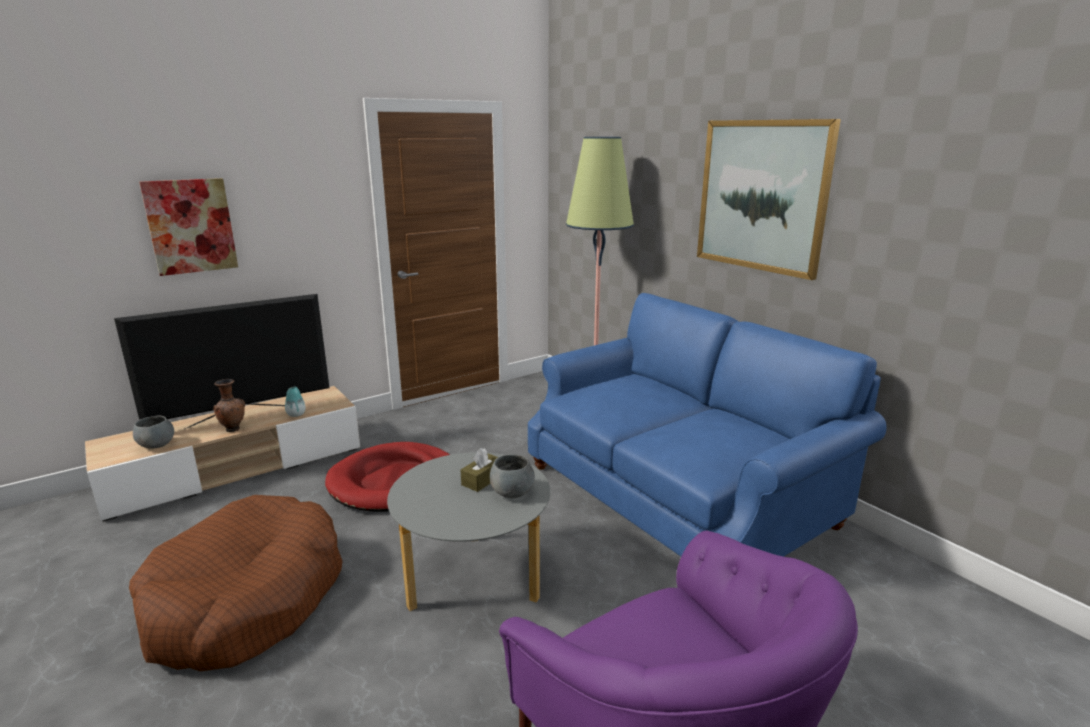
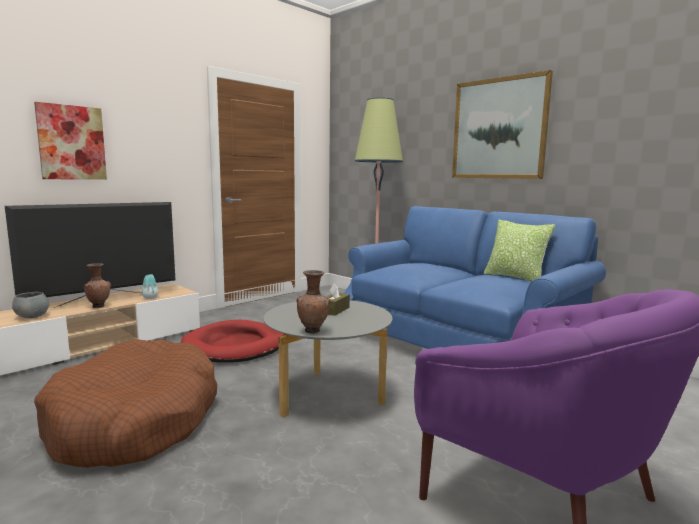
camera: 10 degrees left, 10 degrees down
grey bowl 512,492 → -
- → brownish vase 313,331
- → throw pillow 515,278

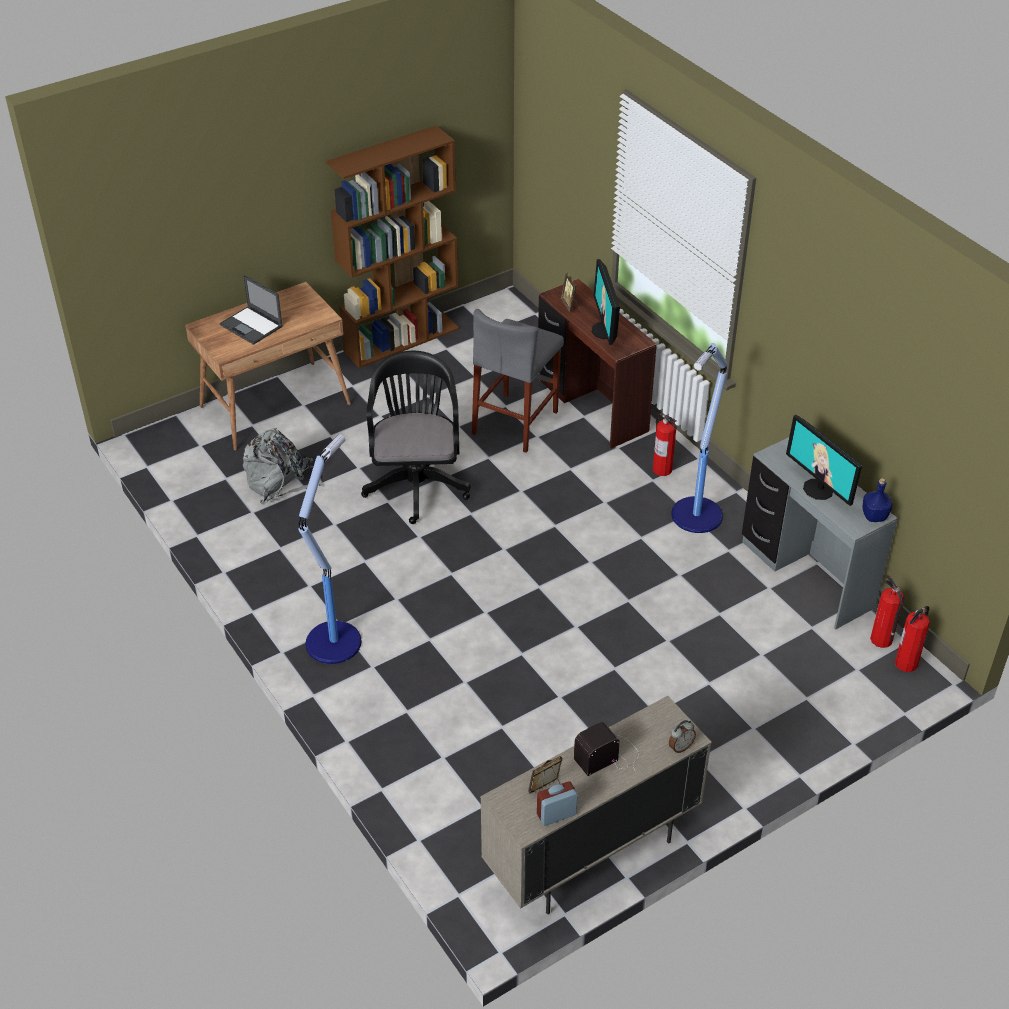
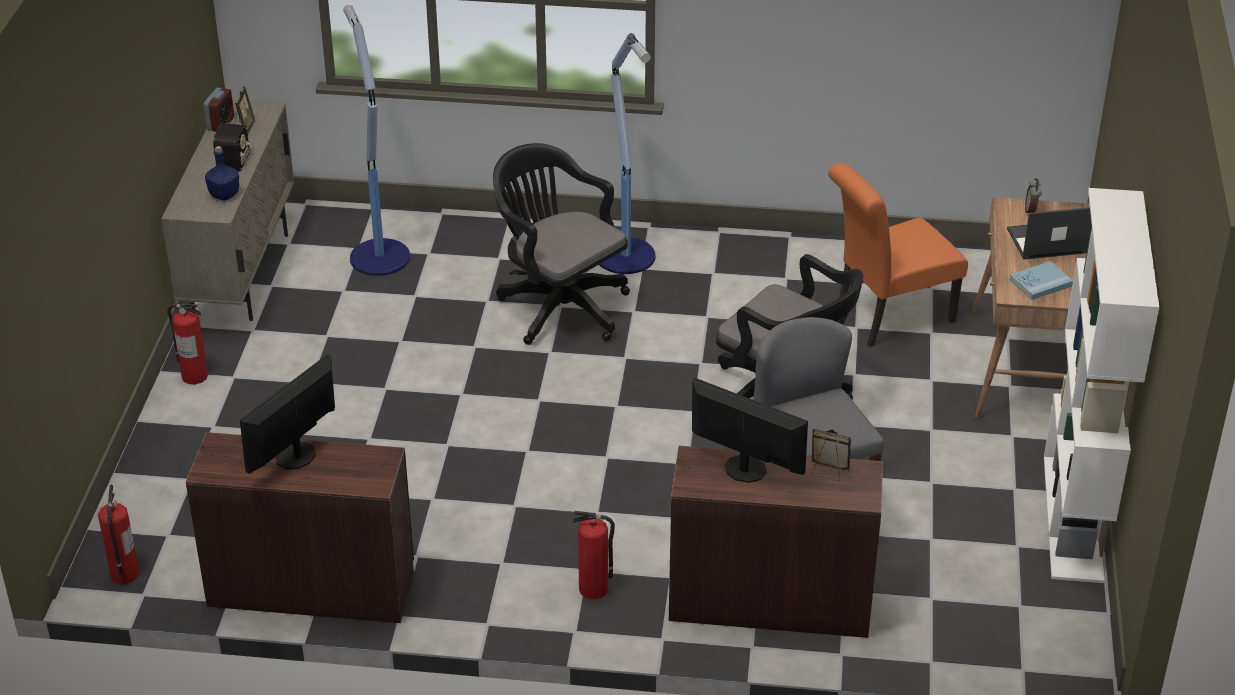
camera: 130 degrees right, 5 degrees down
grey rucksack 280,481 → orangey upright chair 887,317
brownish bookcase 402,339 → whitish bookcase 1074,518
alarm clock 680,747 → alarm clock 1031,211, shifted
standing lamp 696,516 → standing lamp 379,256, shifted
grey desk 805,575 → brownish desk 311,588
computer screen 818,489 → computer screen 296,456, 60 degrees counterclockwise
blue beverage bottle 874,516 → blue beverage bottle 225,195, shifted
fire-fighting cylinder 881,640 → fire-fighting cylinder 194,376, shifted
- → blackish desk chair 559,306
- → blue bound book 1040,283

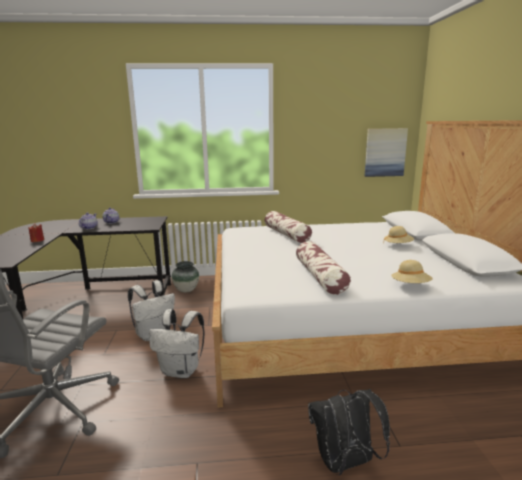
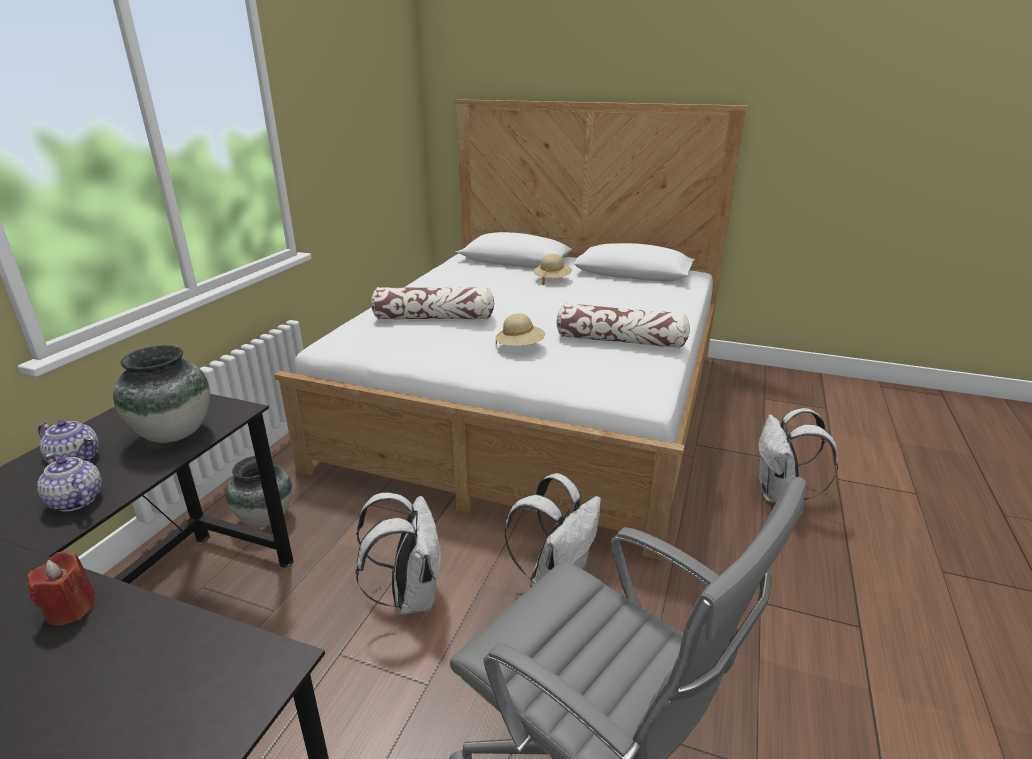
camera: 65 degrees left, 10 degrees up
blackish rucksack 345,463 → whitish rucksack 780,495
wall picture 385,152 → -
beige-coloured wearable hat 410,285 → beige-coloured wearable hat 520,347, shifted
- → vase 175,434

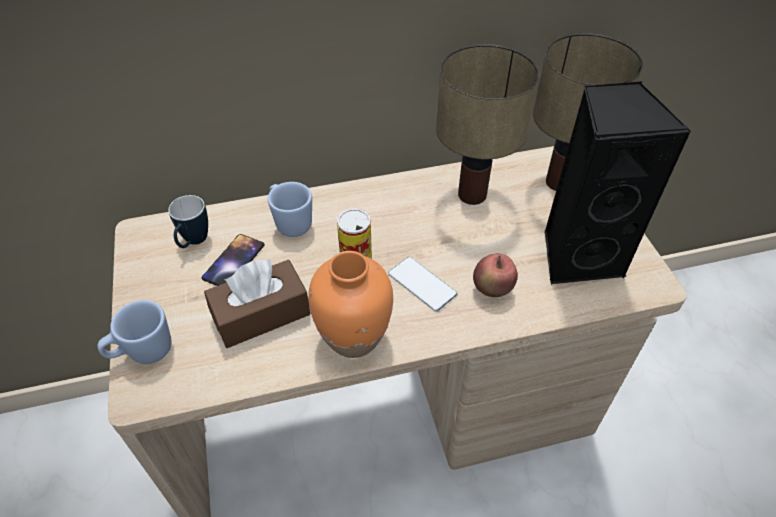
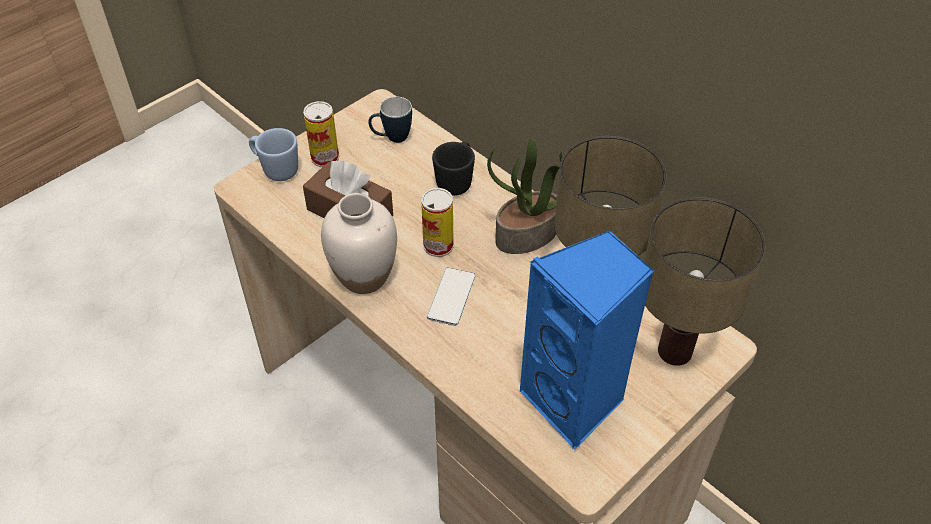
camera: 60 degrees right, 0 degrees up
telephone 233,261 → -
blue mug 290,222 → blackish mug 456,181
orangey vase 353,338 → whitish vase 363,277
apple fruit 492,290 → -
blackish loudspeaker 578,256 → blue loudspeaker 575,402
- → metal can 325,157
- → plant in a pot 527,235

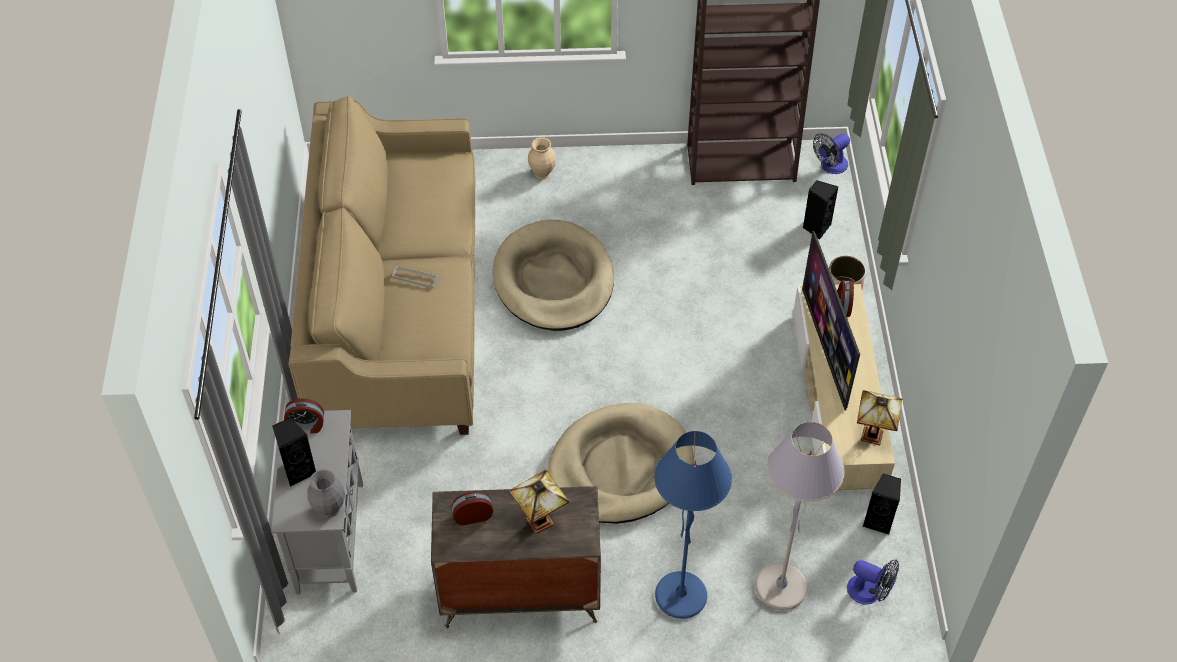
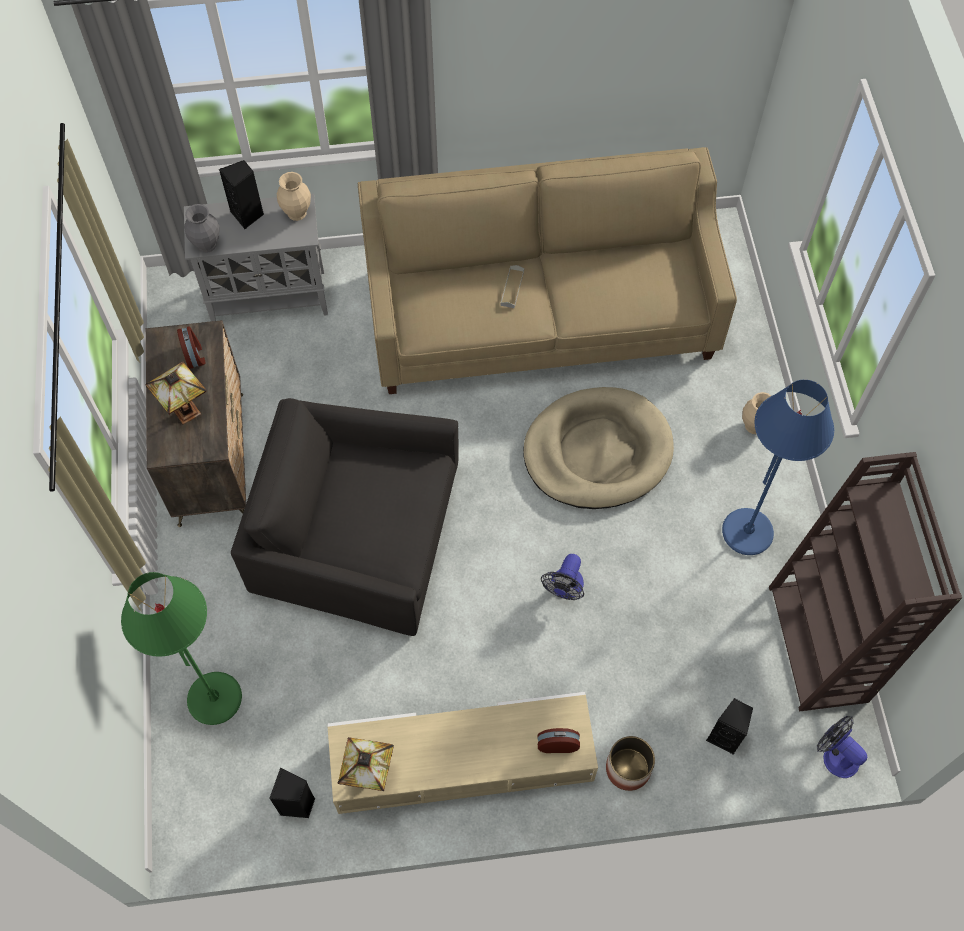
camera: 85 degrees right, 10 degrees up
alarm clock 306,426 → beige-coloured vase 297,213
beige-coloured dog bed 620,467 → blackish lounge chair 356,535
blue standing lamp 681,596 → blue standing lamp 747,532, shifted
grey standing lamp 781,587 → greenish standing lamp 215,699
television 826,348 → -
electric fan 870,592 → electric fan 565,589, shifted

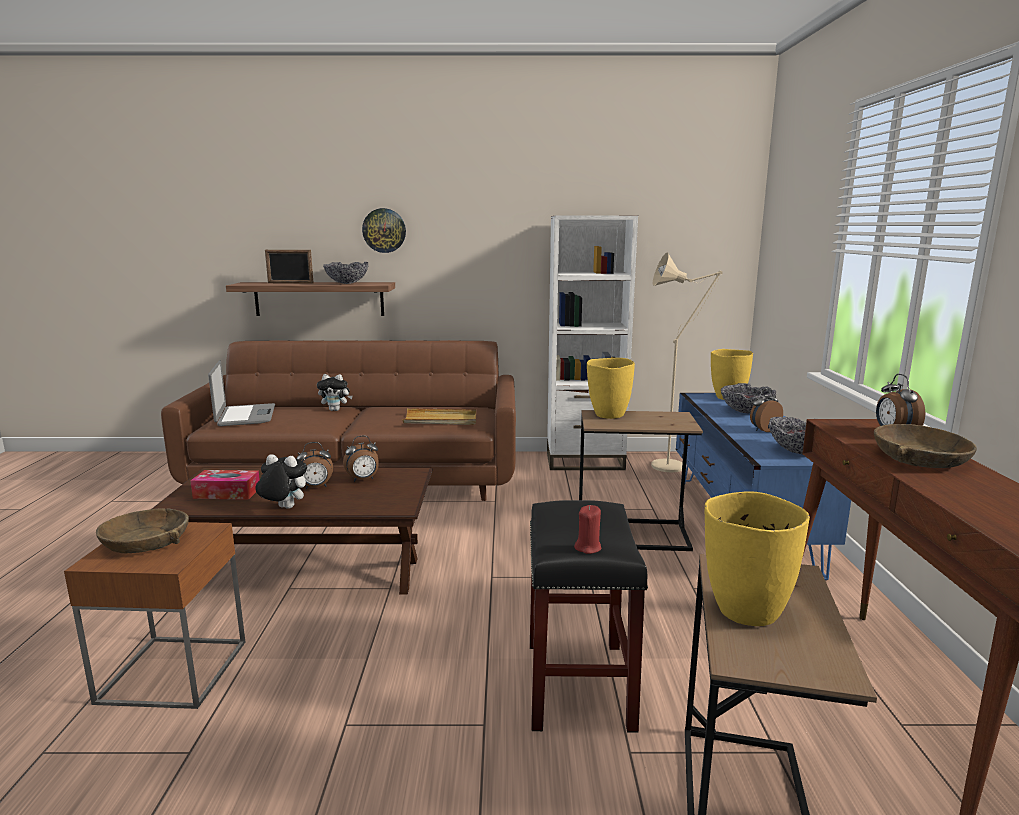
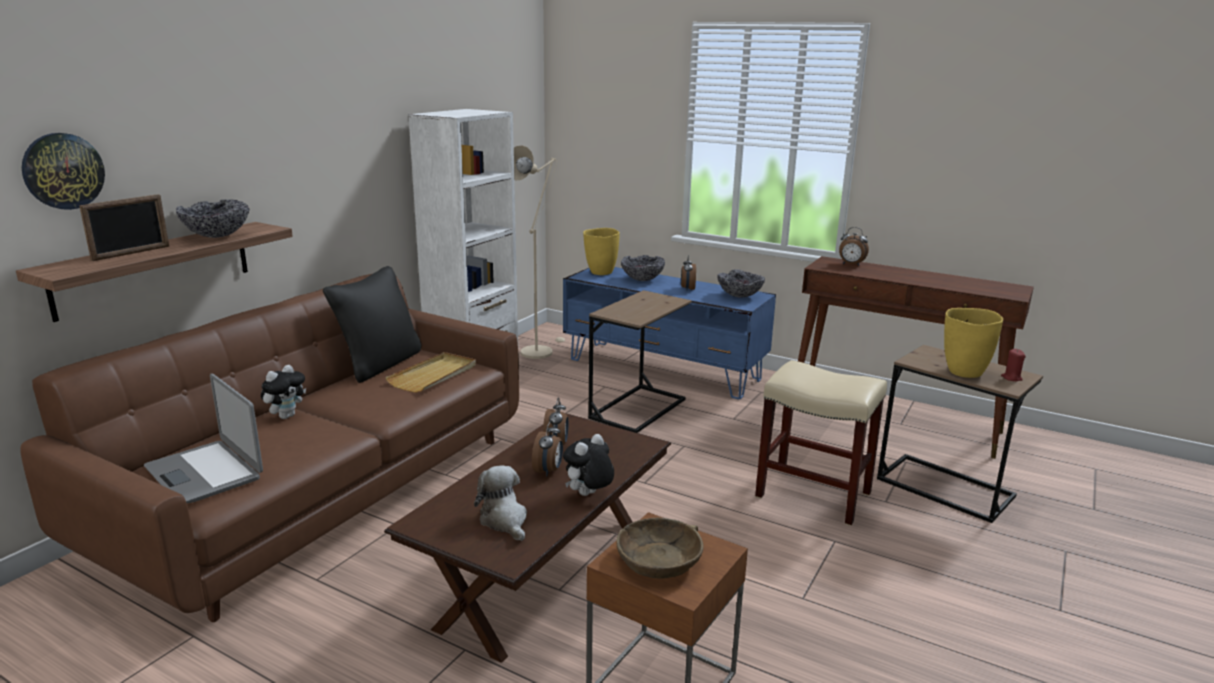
camera: 60 degrees left, 5 degrees up
tissue box 227,493 → soft toy 505,520
laptop 245,416 → laptop 205,472, 150 degrees counterclockwise
clock on the wall 384,230 → clock on the wall 63,171, shifted
blackish stool 580,685 → beige-coloured stool 814,495
red-coloured wax light 588,547 → red-coloured wax light 1011,378, shifted
yellow-coloured vase 608,415 → -
brownish bowl 920,459 → -
- → blackish throw pillow 379,364

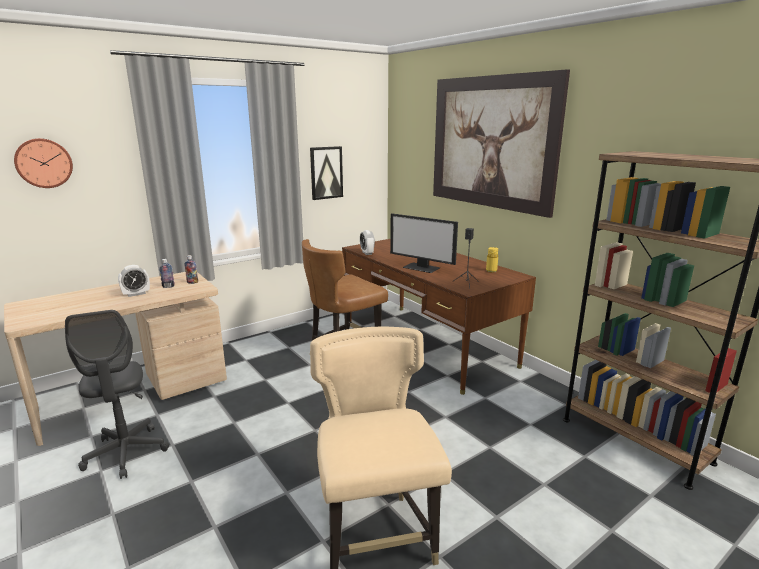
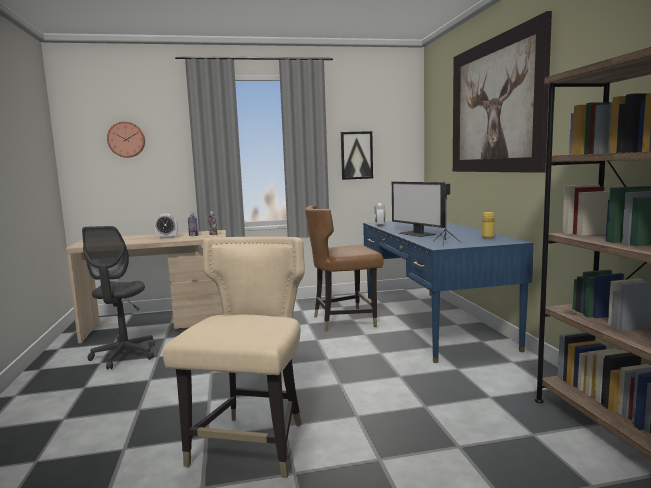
camera: 25 degrees right, 10 degrees down
brownish desk 426,344 → blue desk 433,321

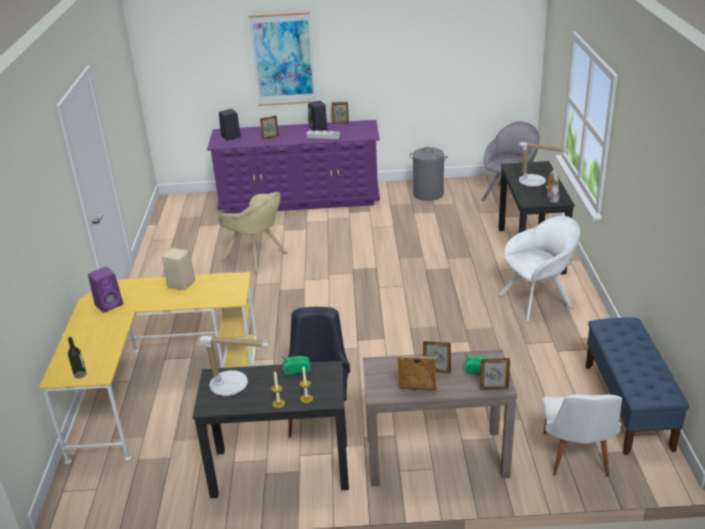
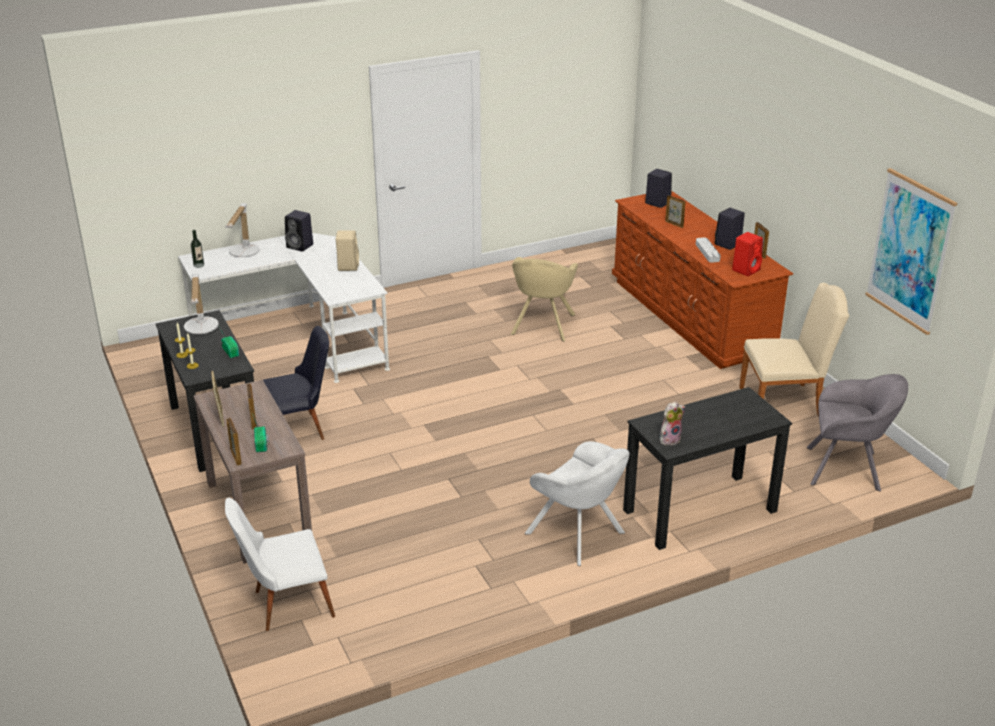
camera: 65 degrees right, 0 degrees up
yellow-coloured desk 154,386 → whitish desk 299,338
purple-coloured loudspeaker 109,304 → blackish loudspeaker 300,246
purple-coloured chest of drawers 299,199 → brownish chest of drawers 690,316
wall picture 283,59 → wall picture 910,251, shifted
grey laundry basket 428,194 → beige-coloured upright chair 786,402
table lamp 535,182 → table lamp 243,253, shifted
blue bench 627,406 → -
- → red-coloured loudspeaker 746,270

